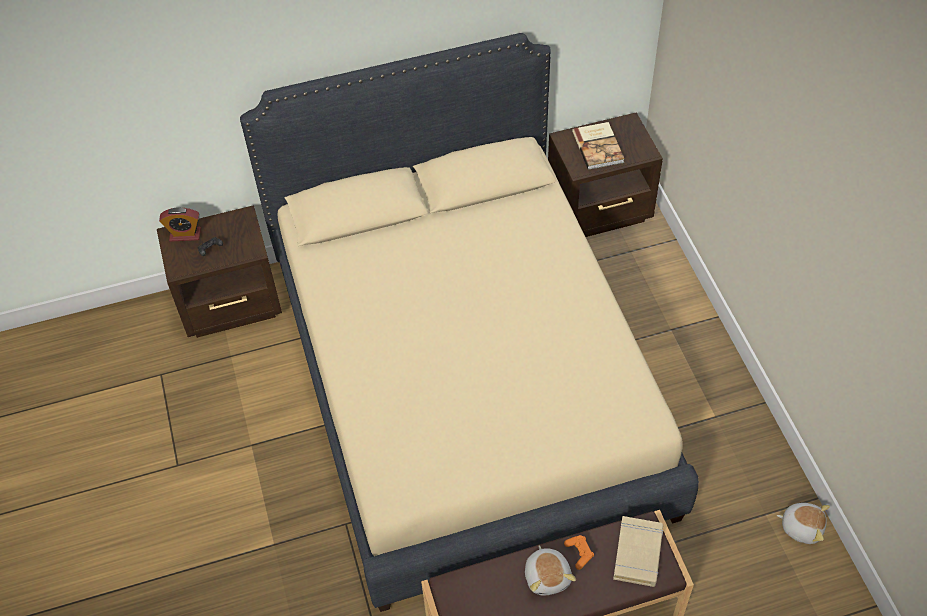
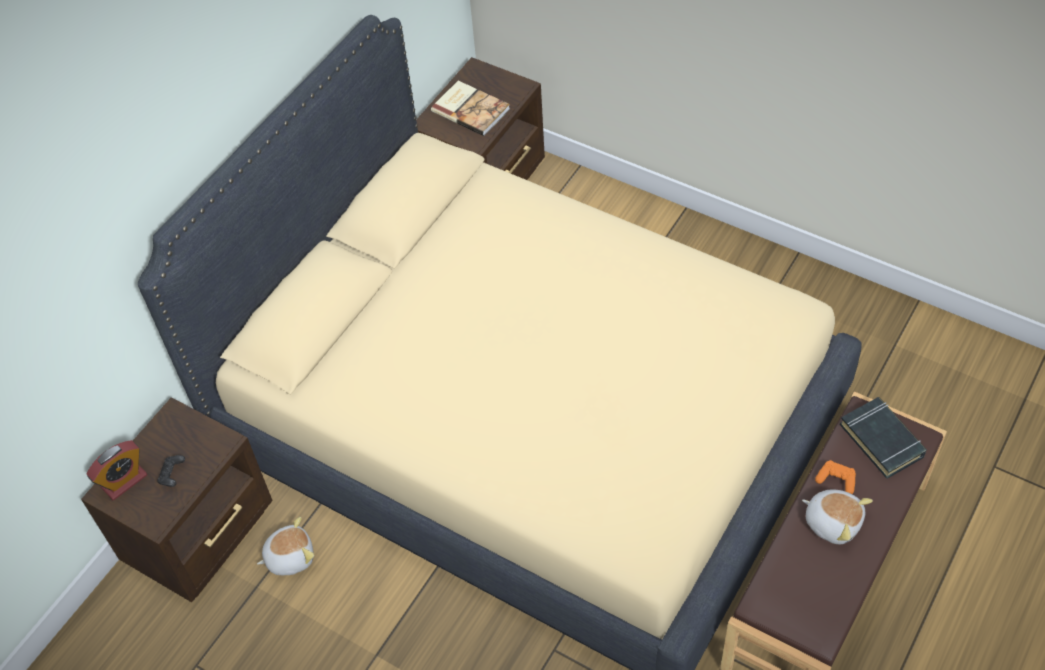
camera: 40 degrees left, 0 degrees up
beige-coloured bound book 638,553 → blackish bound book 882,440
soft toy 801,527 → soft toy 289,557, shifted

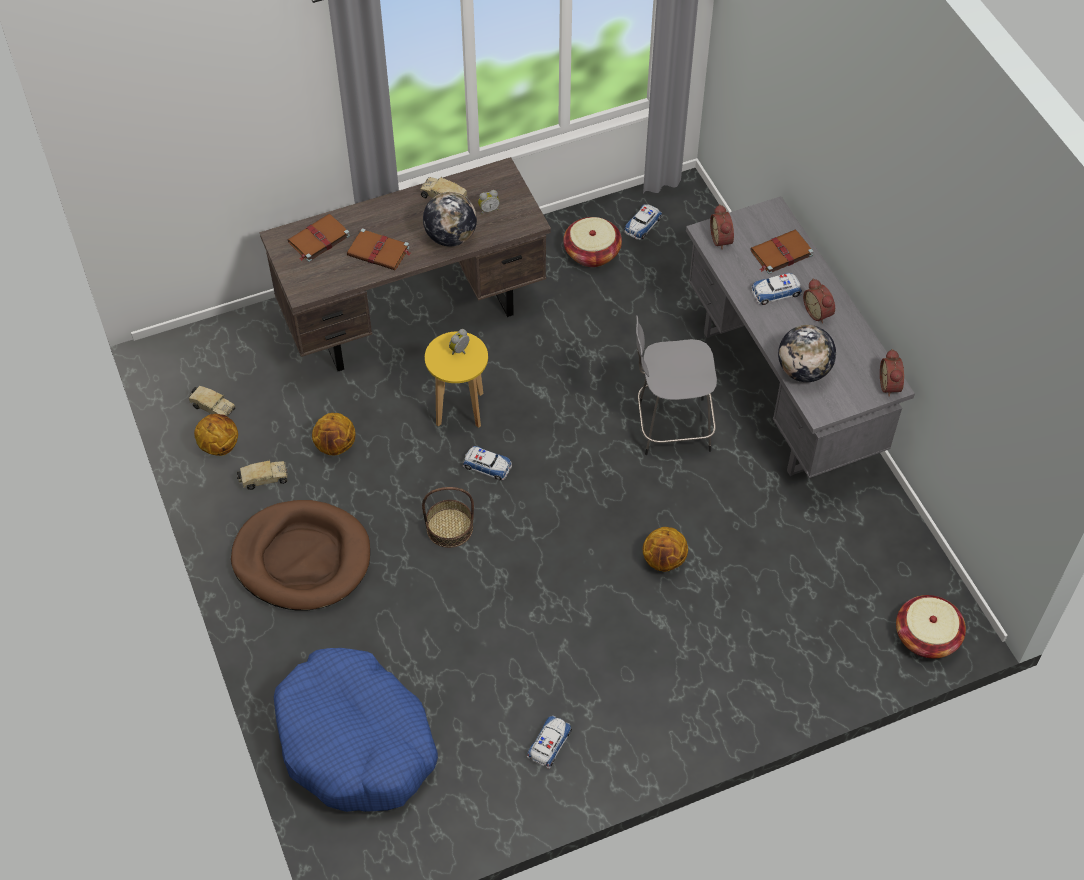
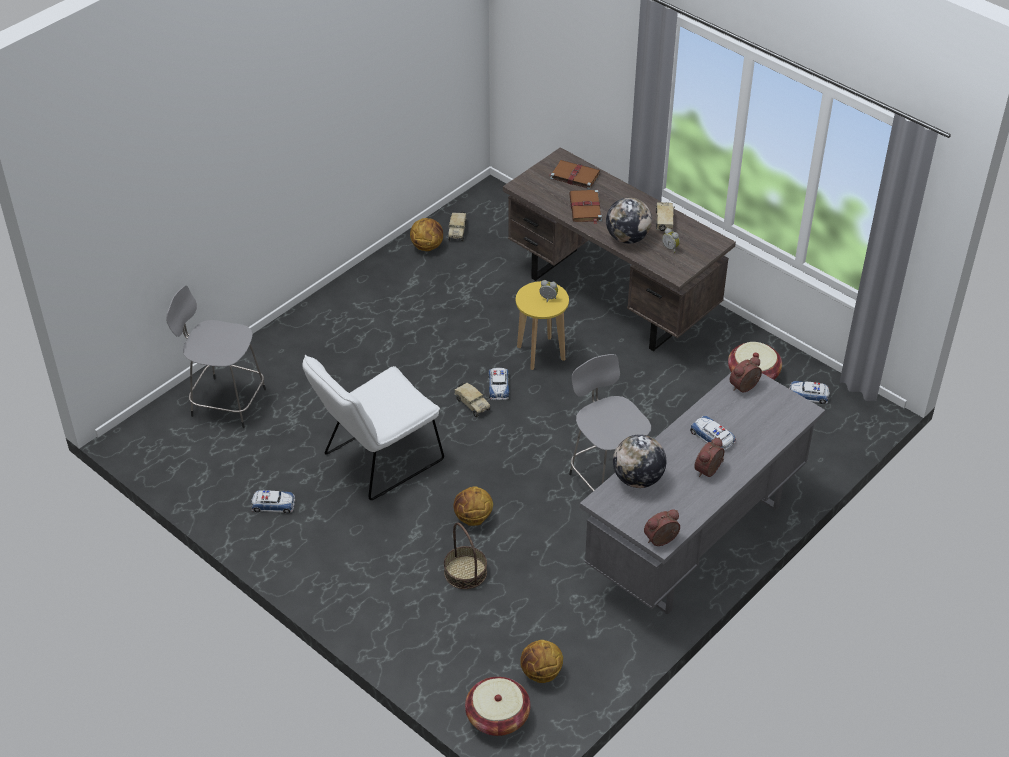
camera: 65 degrees right, 10 degrees down
brownish dog bed 302,558 → -
toy truck 263,479 → toy truck 471,404, shifted
blue dog bed 356,741 → grey stool 226,401
ball for basketball 336,446 → ball for basketball 541,673, shifted
storage basket 449,528 → storage basket 465,572, shifted
brownish bound book 780,253 → -
- → whitish upright chair 377,461

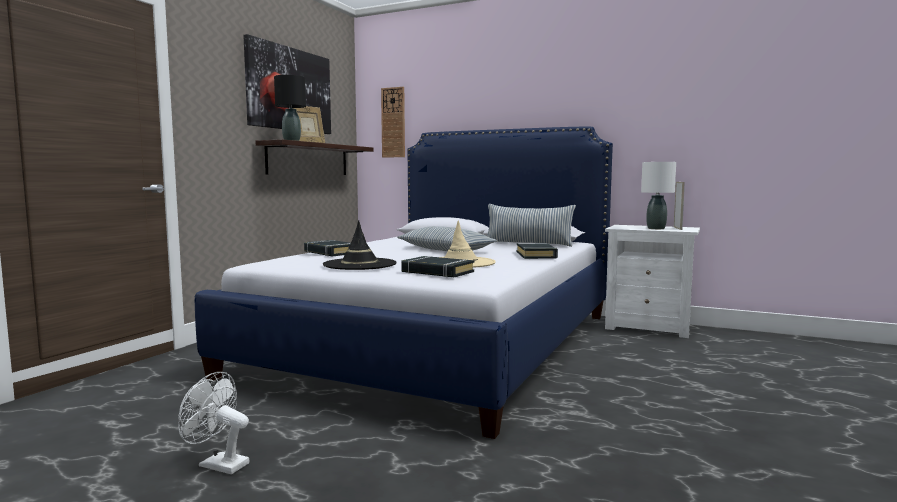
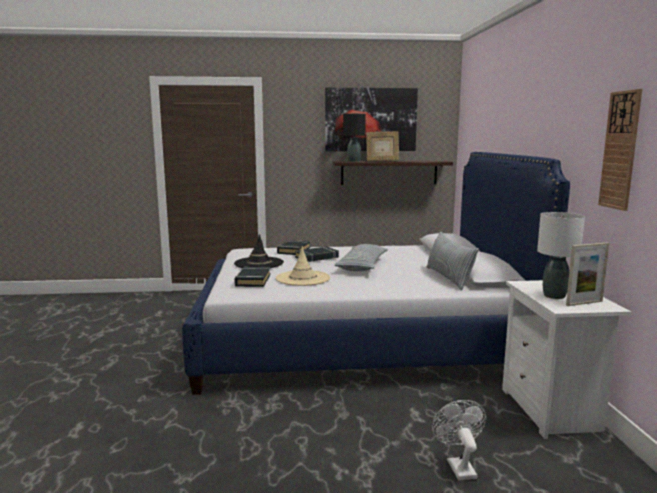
camera: 60 degrees right, 5 degrees up
whitish electric fan 217,464 → whitish electric fan 458,466, shifted
clock on the wall 393,122 → clock on the wall 620,150, shifted
blackish bound book 536,255 → blackish bound book 317,257, shifted

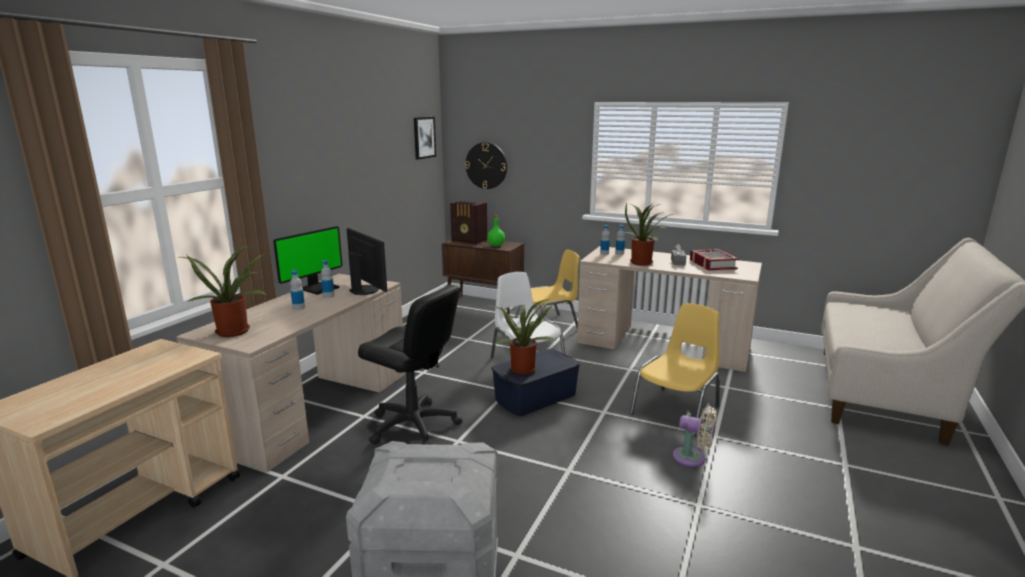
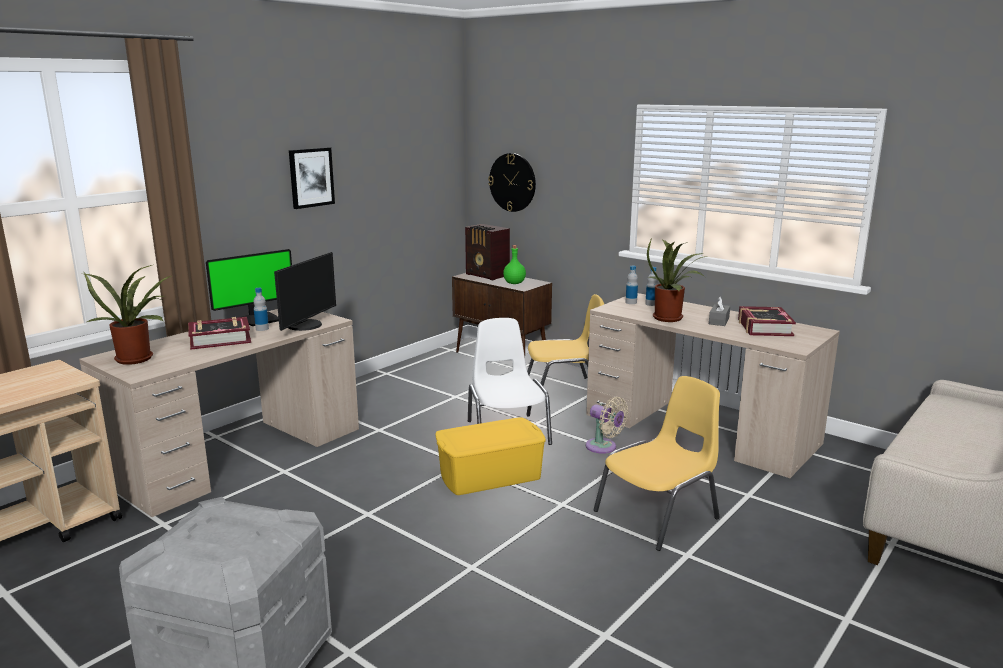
camera: 15 degrees right, 0 degrees up
beverage bottle 298,308 → bound book 220,339
computer screen 365,290 → computer screen 306,325, 45 degrees clockwise
blackish desk chair 413,426 → -
wall picture 424,137 → wall picture 311,177, shifted
plant in a pot 523,368 → -
blue storage box 535,397 → yellow-coloured storage box 489,475
beige-coloured electric fan 693,458 → beige-coloured electric fan 604,447, shifted

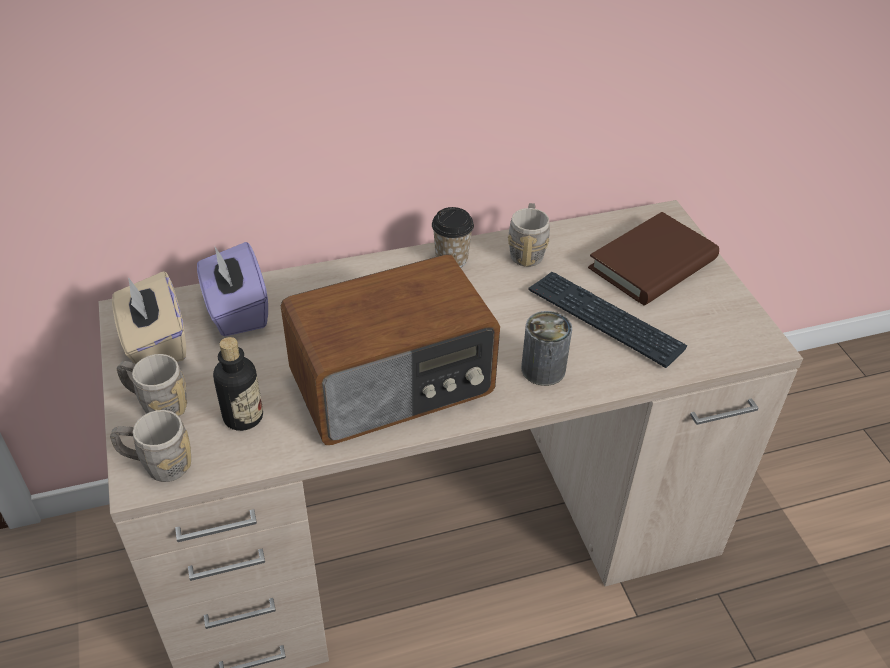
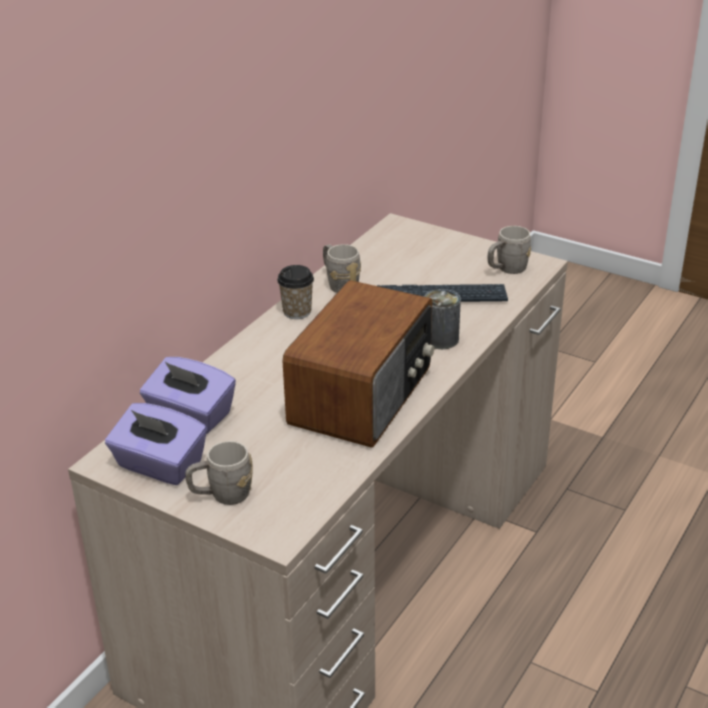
camera: 40 degrees left, 10 degrees down
grey mug 158,465 → grey mug 506,269, shifted
beige-coloured tissue box 155,342 → purple-coloured tissue box 159,465
beverage bottle 243,417 → -
brownish bound book 652,264 → -

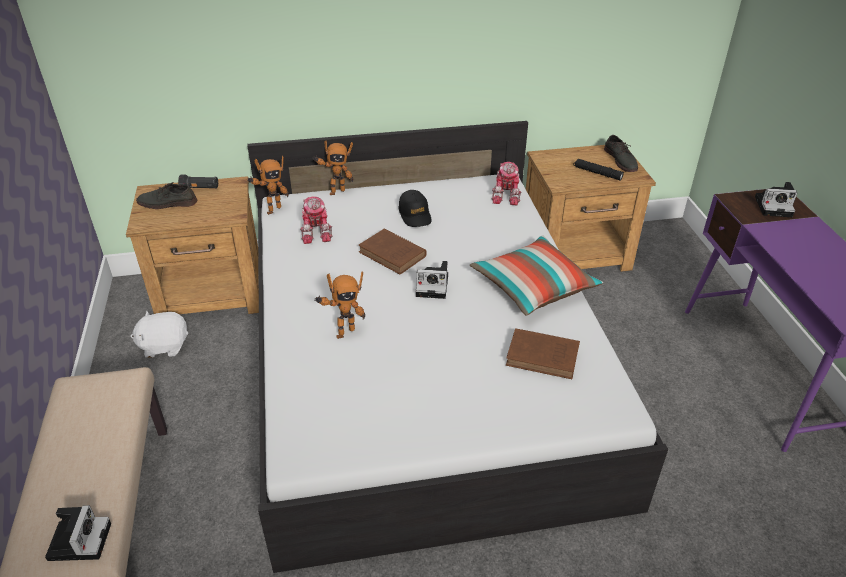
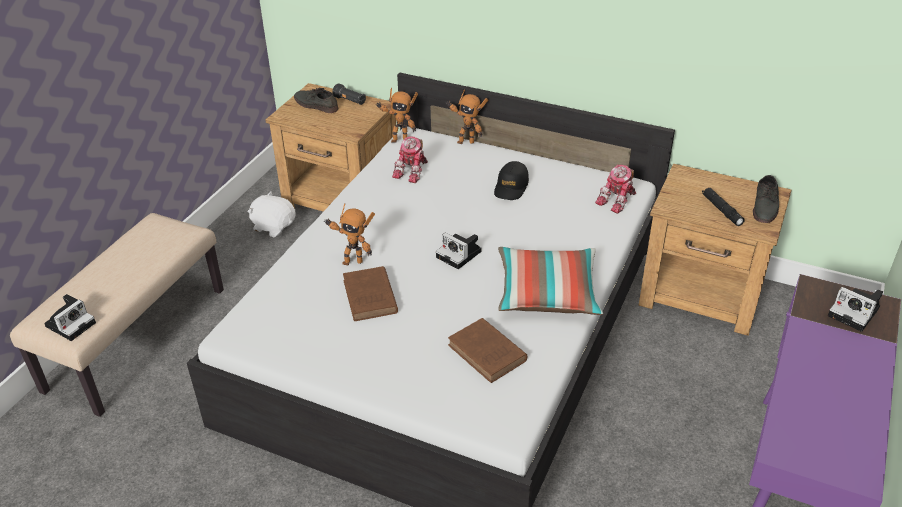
camera: 35 degrees right, 0 degrees up
brownish bound book 393,255 → brownish bound book 370,298, shifted

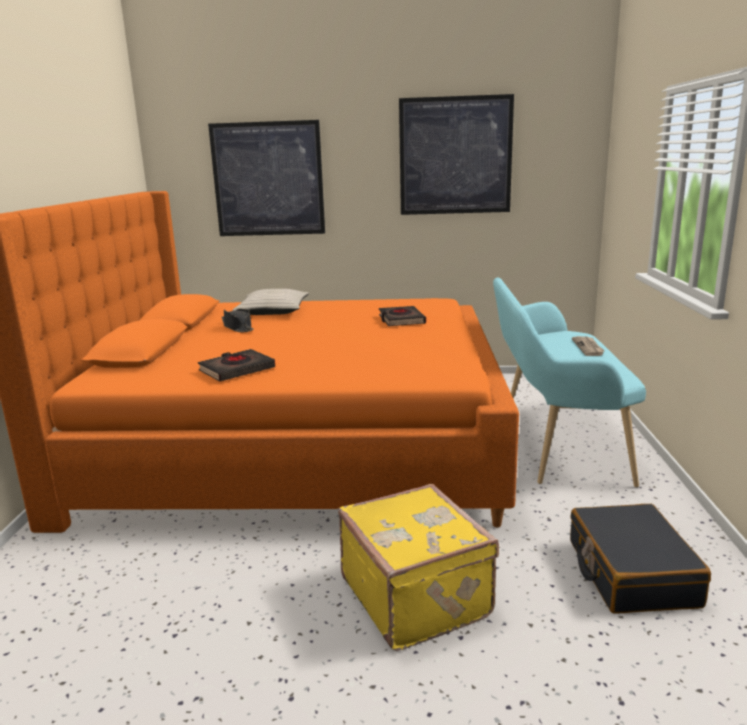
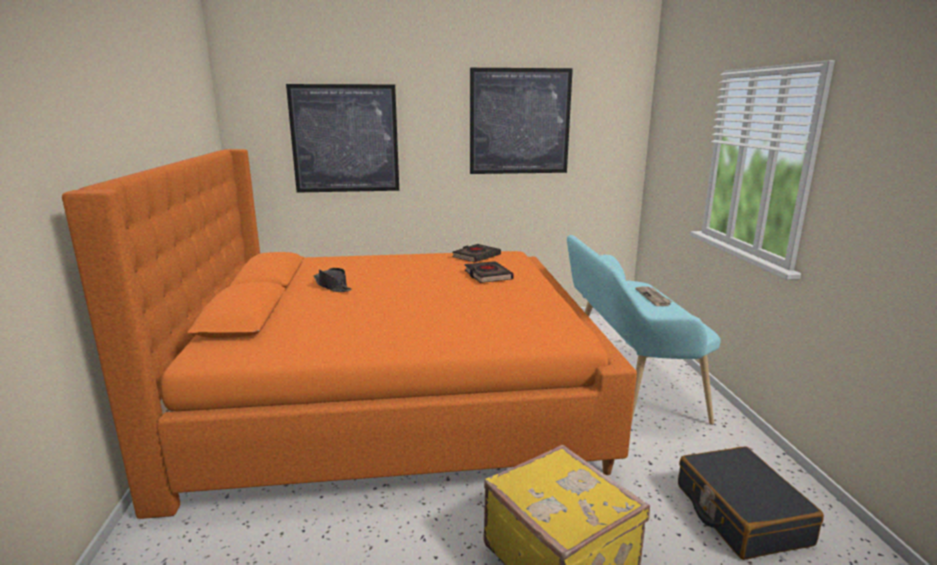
camera: 10 degrees left, 0 degrees up
blackish bound book 237,370 → blackish bound book 476,256, shifted
beige-coloured throw pillow 272,311 → -

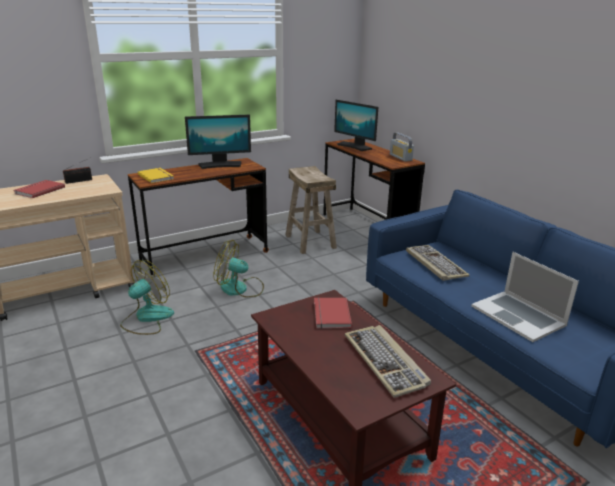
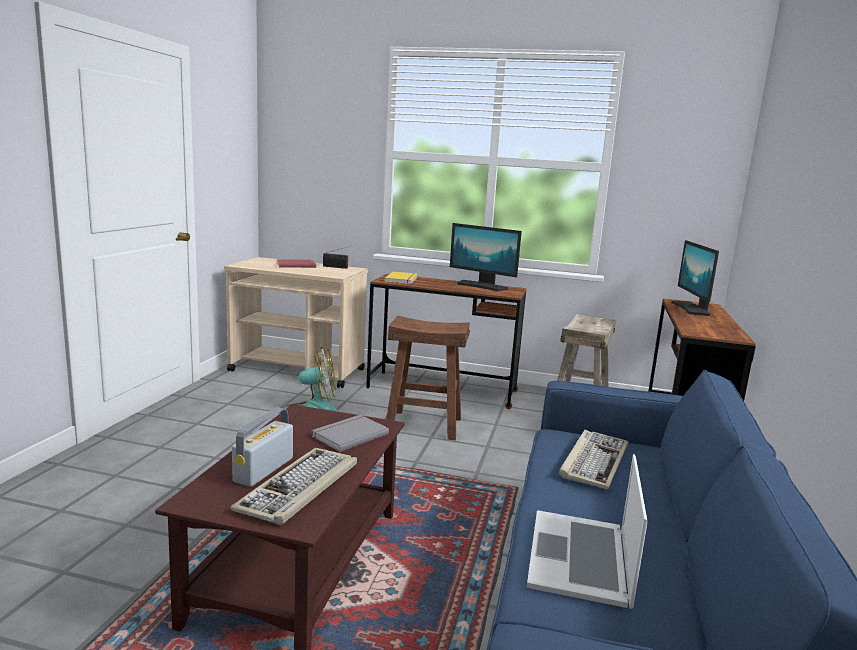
camera: 45 degrees right, 10 degrees down
electric fan 240,289 → brownish stool 423,425
red-coloured bound book 330,315 → grey bound book 348,435
radio 400,157 → radio 263,470, shifted

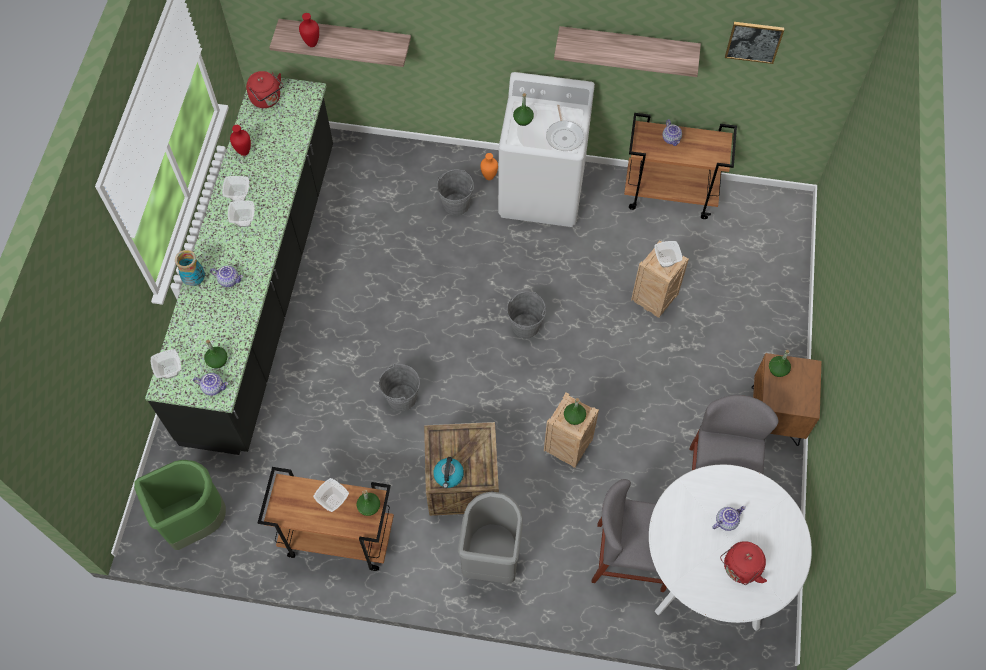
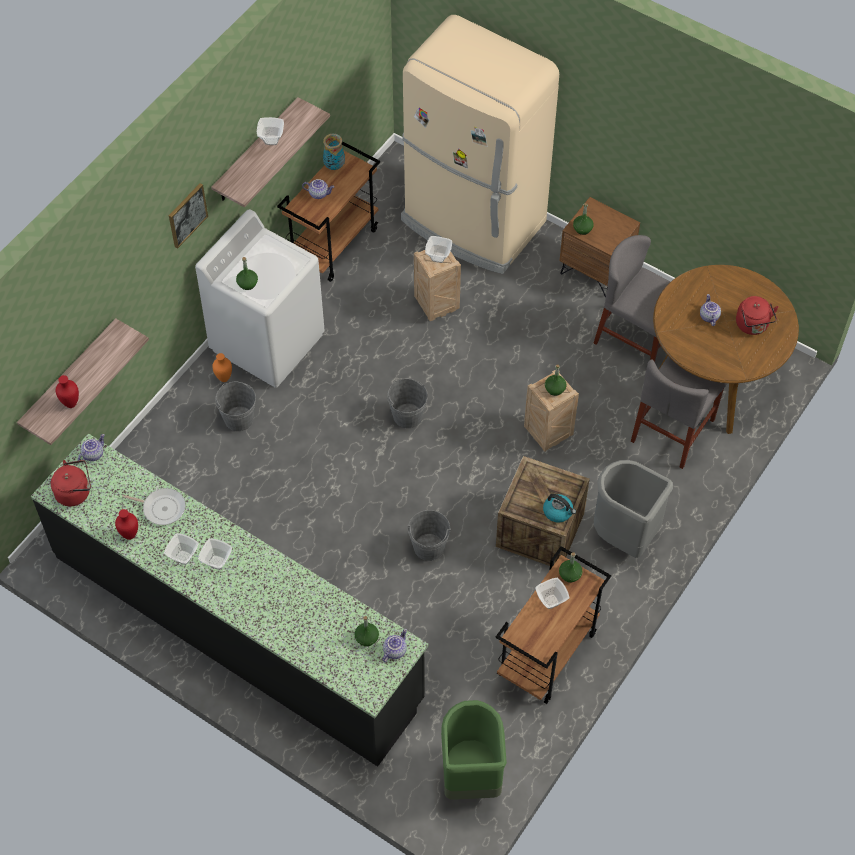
camera: 65 degrees left, 5 degrees down
bowl 171,372 → bowl 272,140, shifted
vase 195,280 → vase 334,166, shifted
tea pot 229,280 → tea pot 93,454, shifted
skillet 564,136 → skillet 162,508, shifted
whitish dining table 710,571 → brownish dining table 711,379
wall picture 754,41 → wall picture 187,215, shifted
- → beige-coloured fridge 473,223

